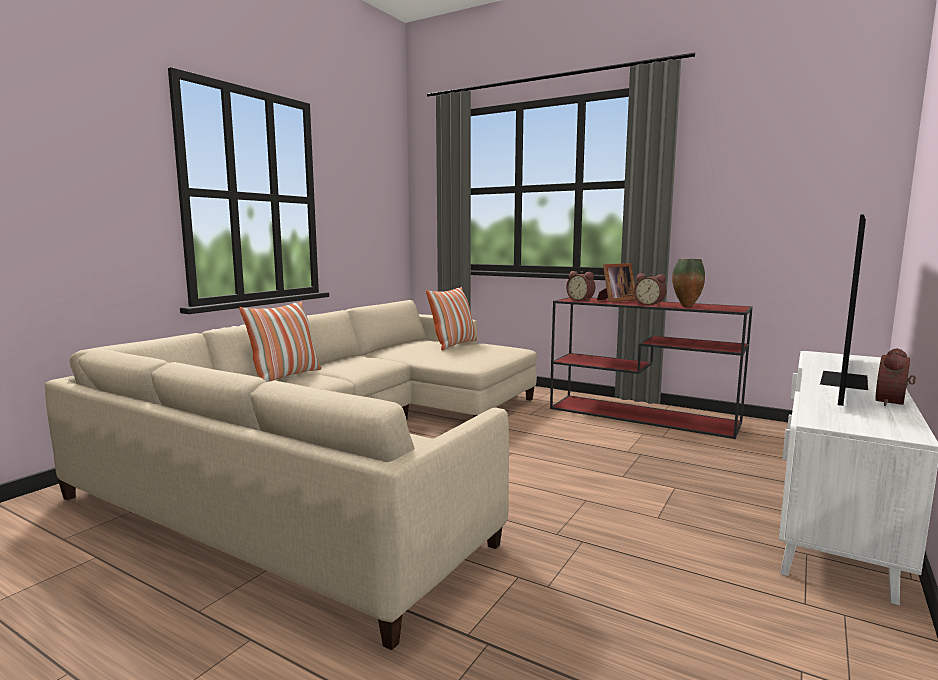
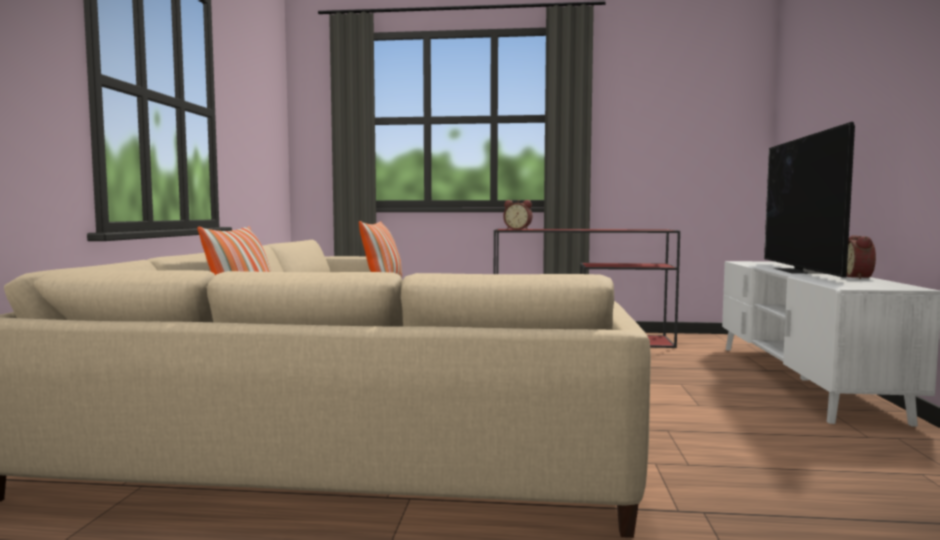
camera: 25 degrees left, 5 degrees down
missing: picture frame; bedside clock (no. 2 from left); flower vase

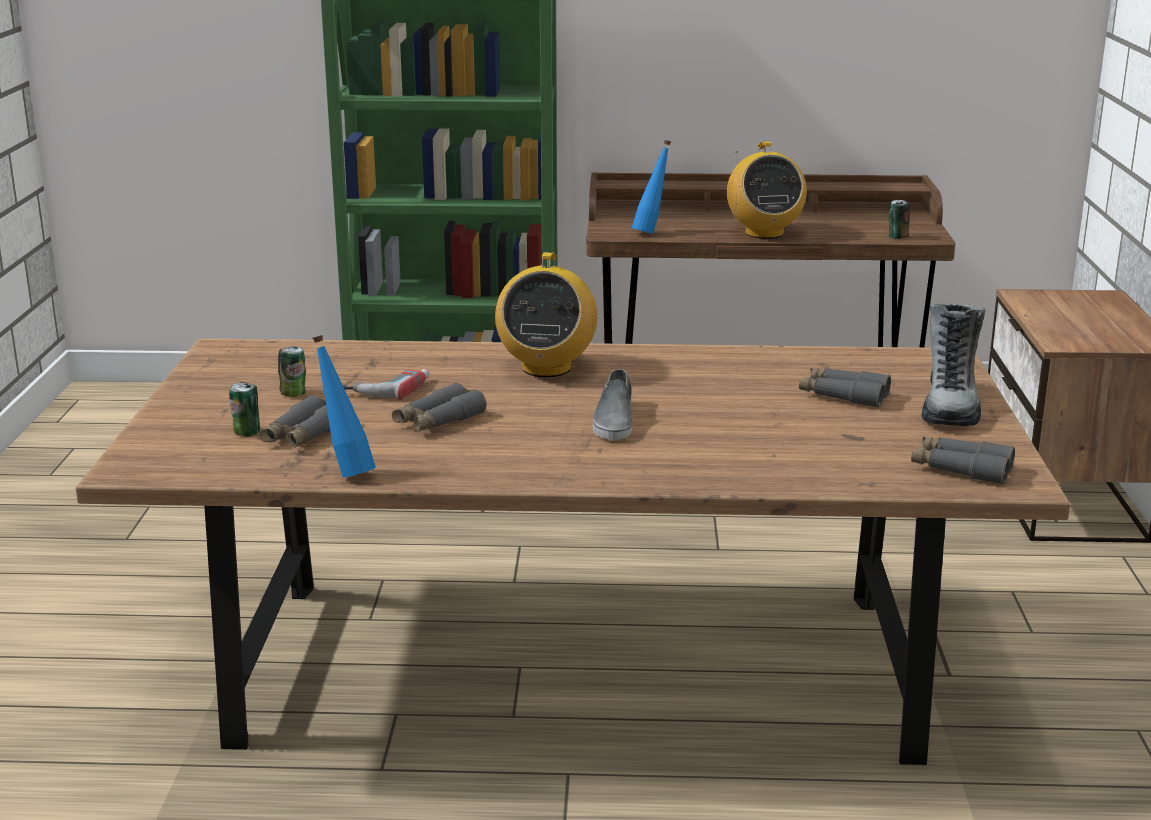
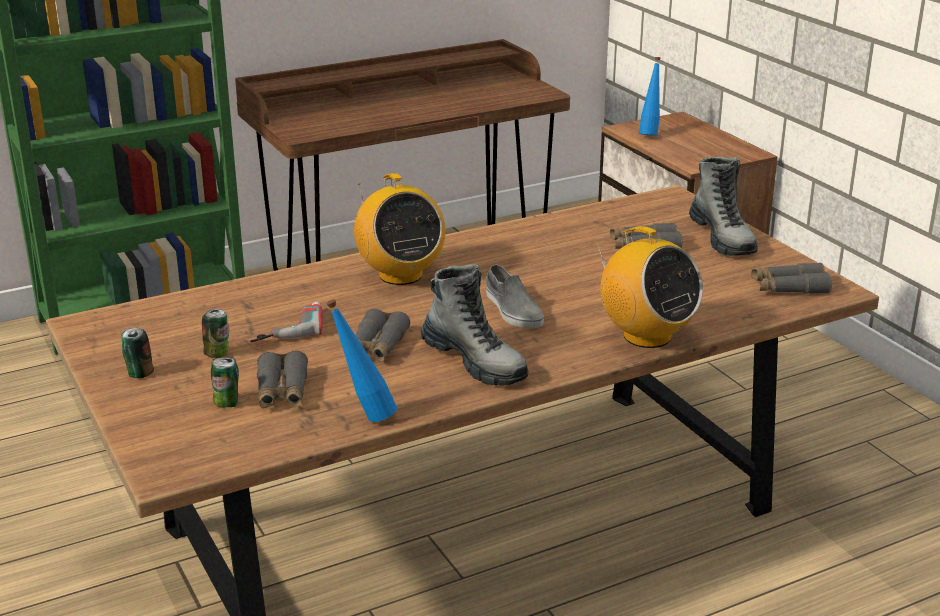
camera: 30 degrees left, 5 degrees up
appeared: boot (no. 1 from left)
relocated: blue-coloured drink bottle (no. 2 from left); radio receiver (no. 2 from left); can (no. 3 from left in the first image) to can (no. 1 from left)

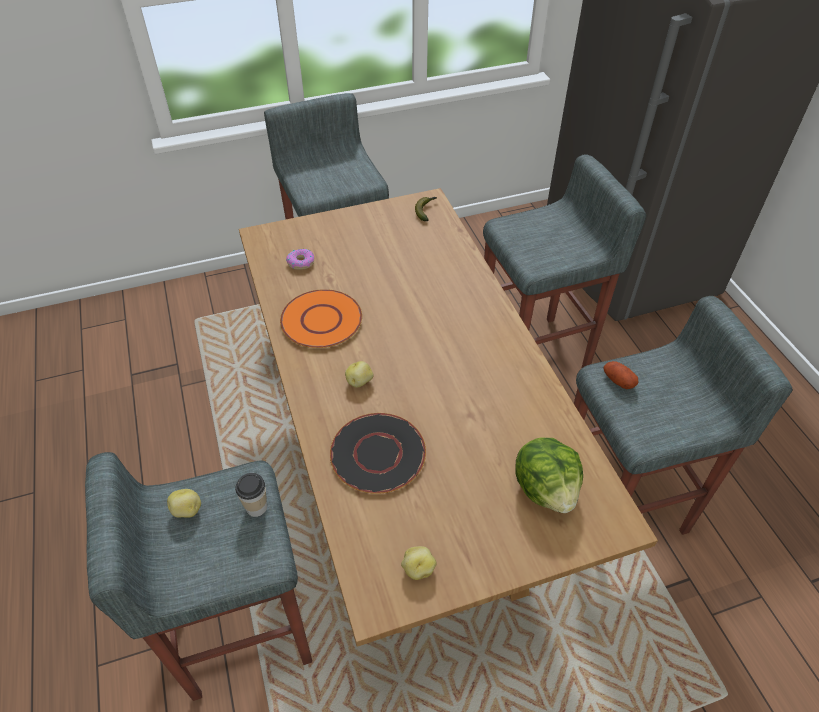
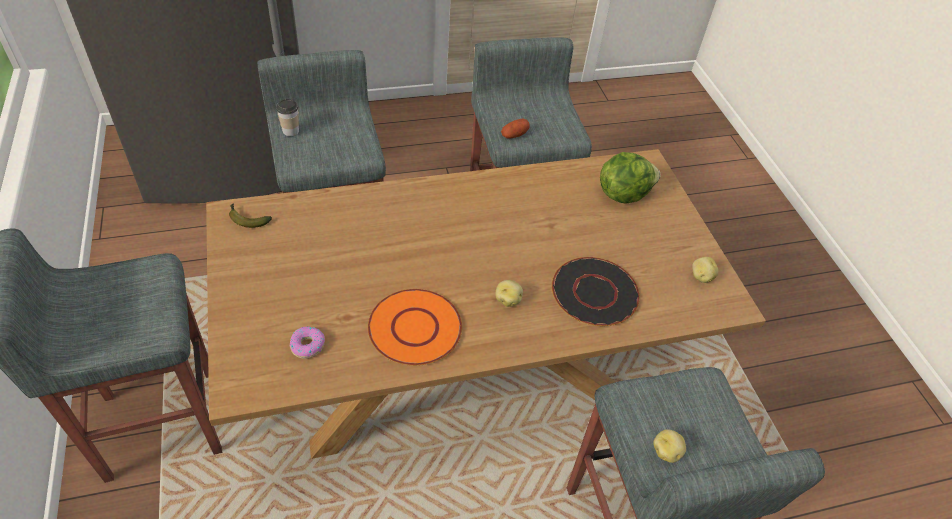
camera: 90 degrees left, 0 degrees up
relocated: cup

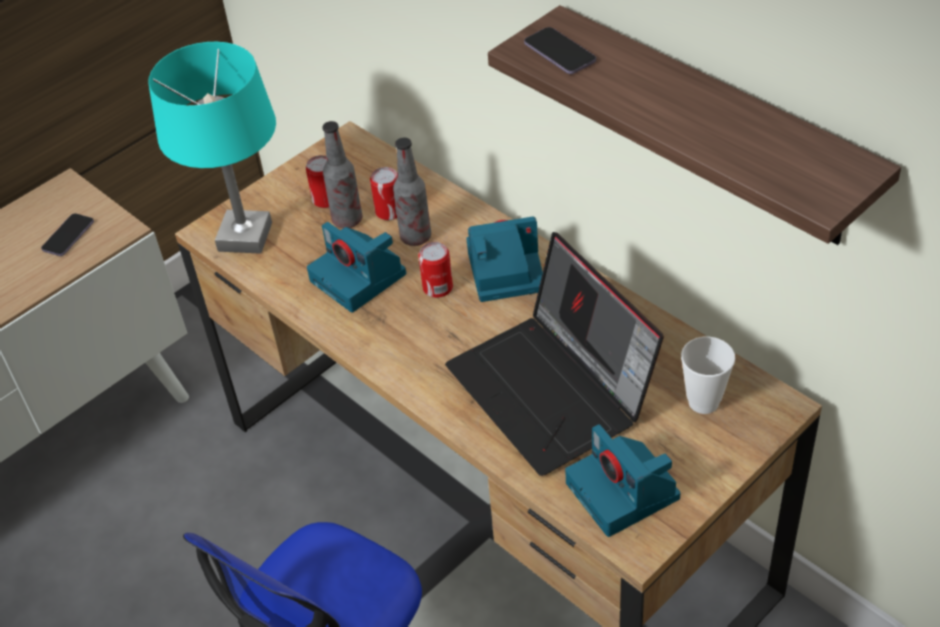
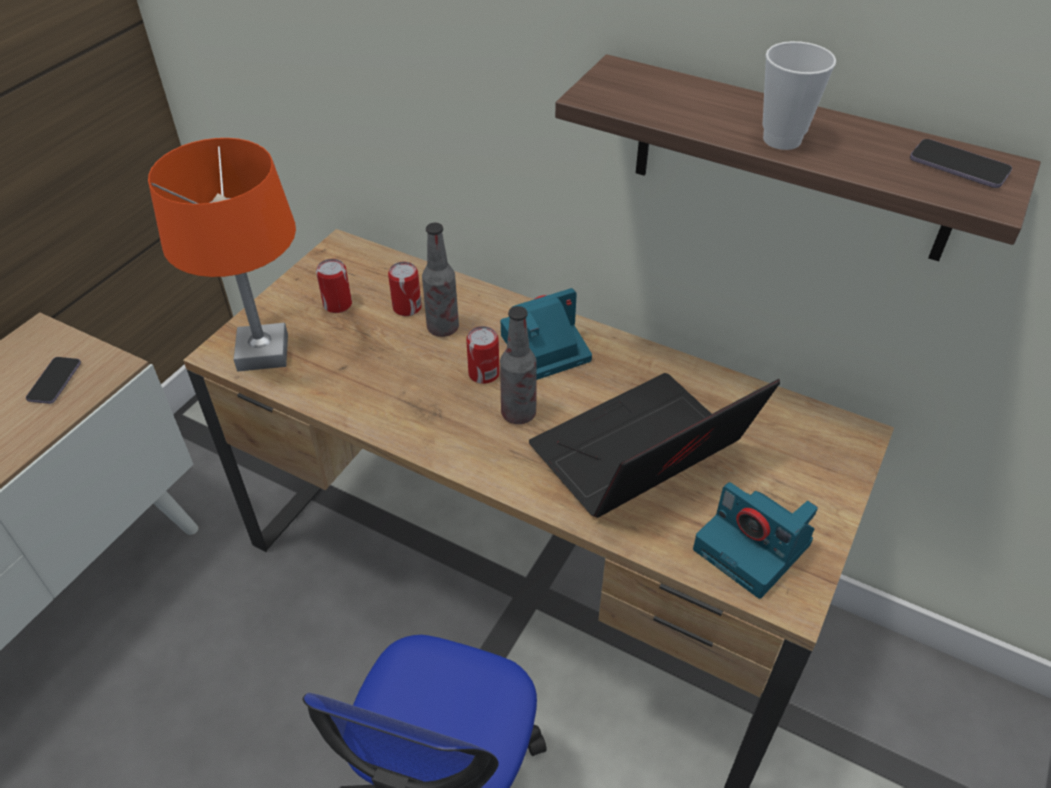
camera: 20 degrees left, 0 degrees up
missing: still camera (no. 1 from left)
relocated: drink bottle (no. 1 from left in the first image) to drink bottle (no. 2 from left); telephone (no. 2 from left); cup
colour: turquoise tabletop lamp to orangey tabletop lamp
spun: laptop 105 degrees clockwise

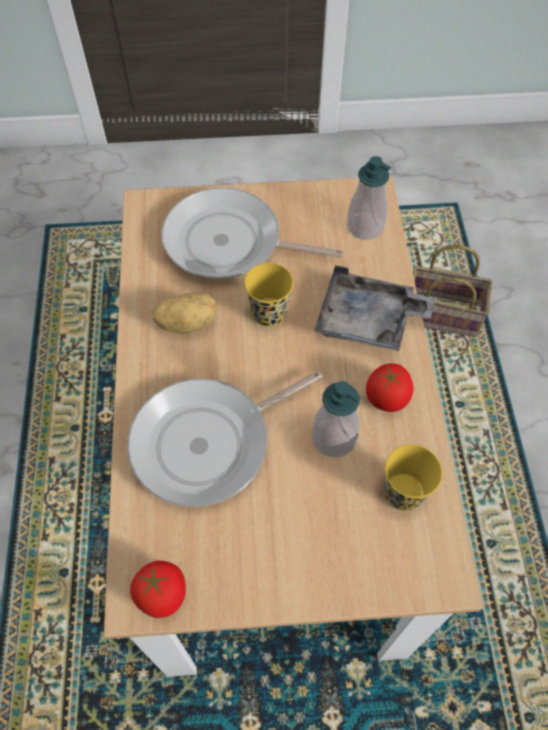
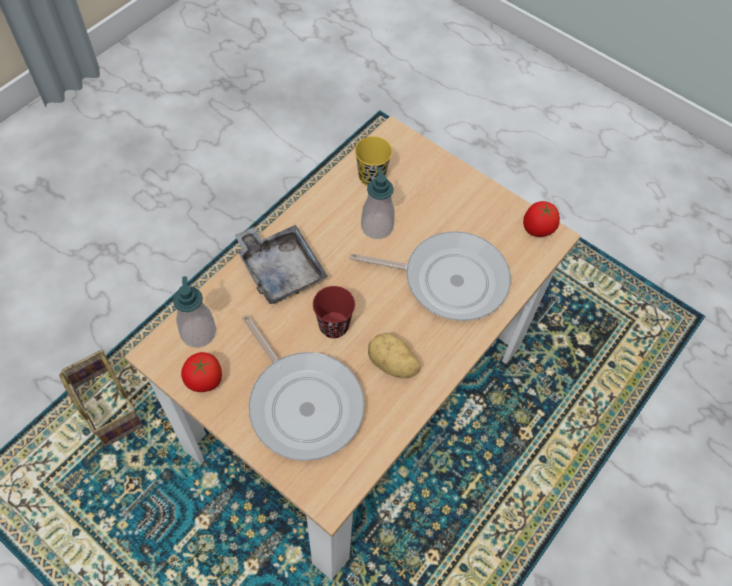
camera: 140 degrees left, 0 degrees up
relocated: fresh tomato (no. 2 from left in the first image) to fresh tomato (no. 1 from left)
colour: yellow cup (no. 1 from left) to red-coloured cup

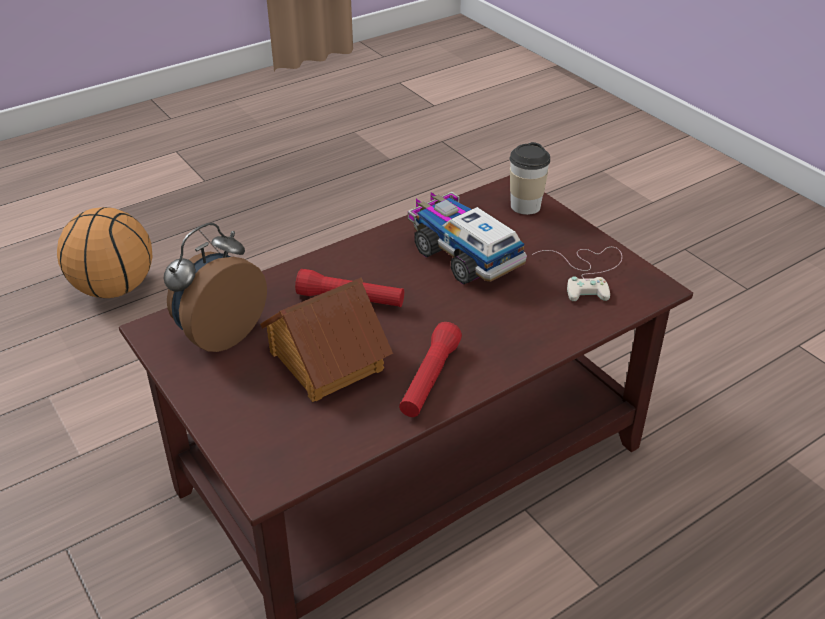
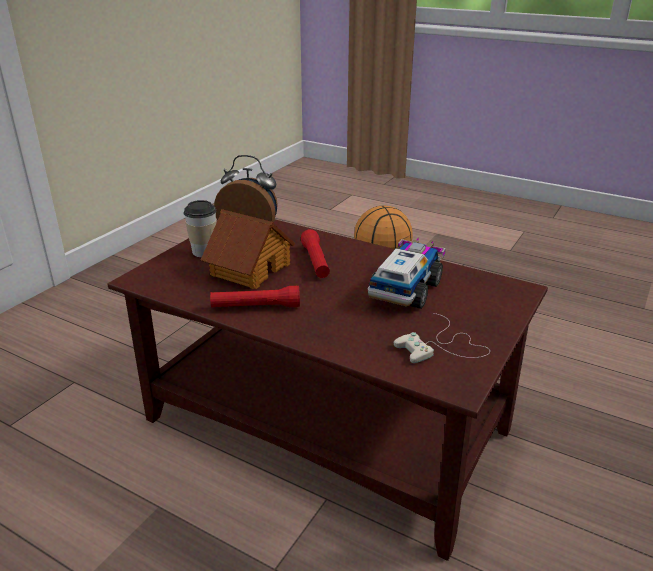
camera: 65 degrees right, 10 degrees down
relocated: cup

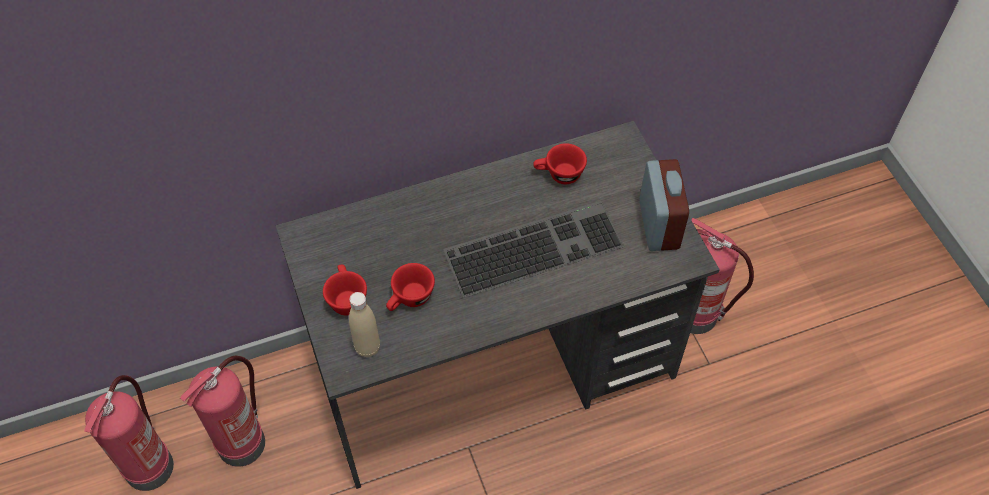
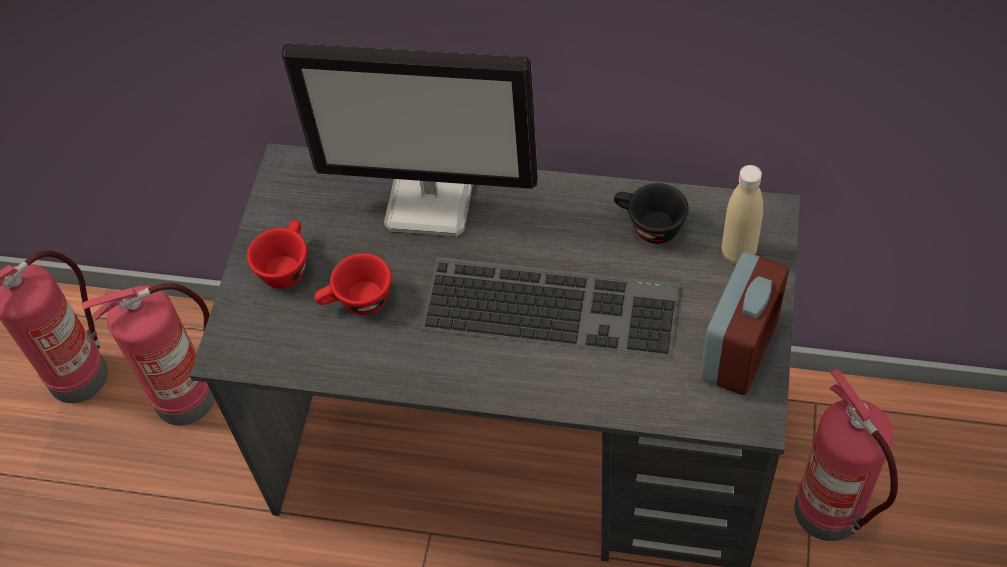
camera: 35 degrees right, 0 degrees up
appeared: computer screen
relocated: beige drink bottle
colour: red-coloured cup (no. 3 from left) to black-coloured cup

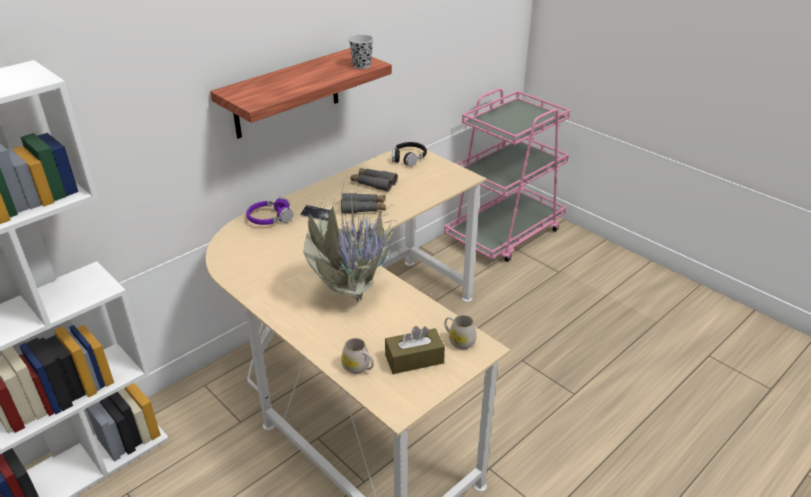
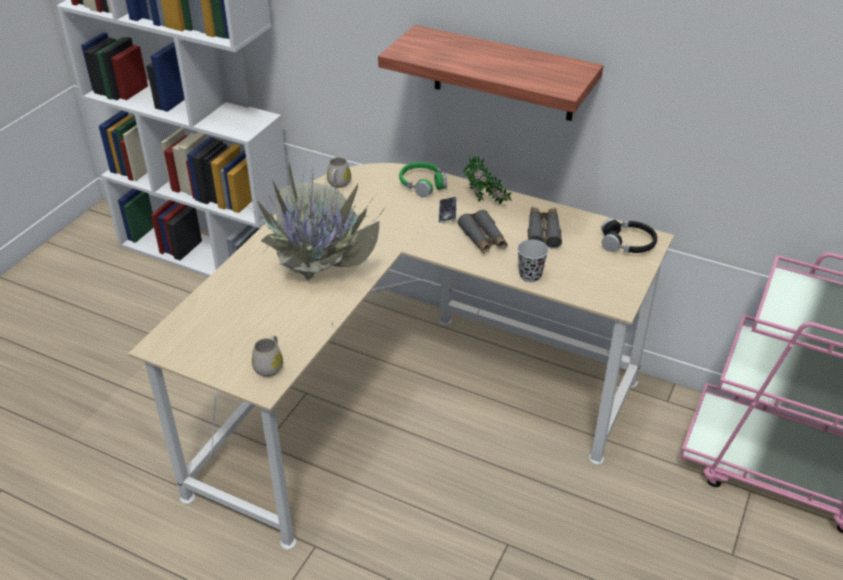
camera: 70 degrees right, 5 degrees up
missing: brown-coloured tissue holder
appeared: potted plant (no. 2 from left)
relocated: white tea mug (no. 1 from left in the first image) to white tea mug (no. 2 from left); black-coloured cup
colour: purple-coloured pair of headphones to green pair of headphones

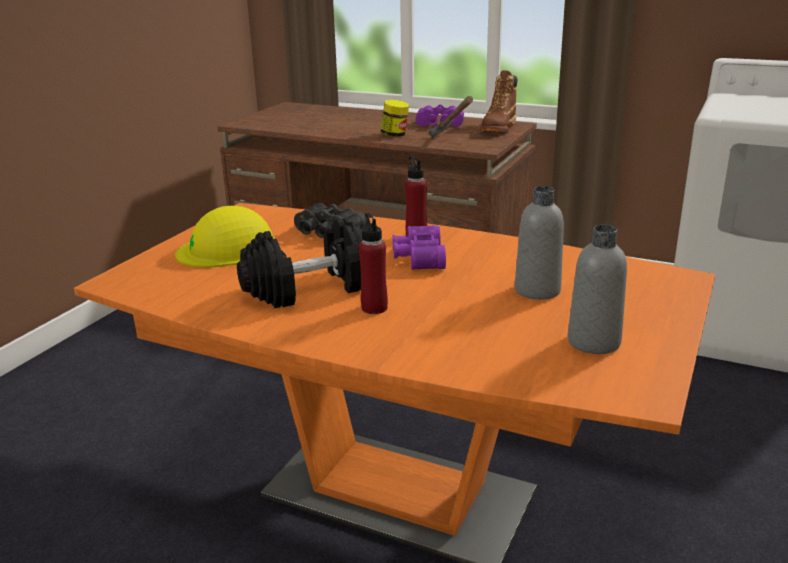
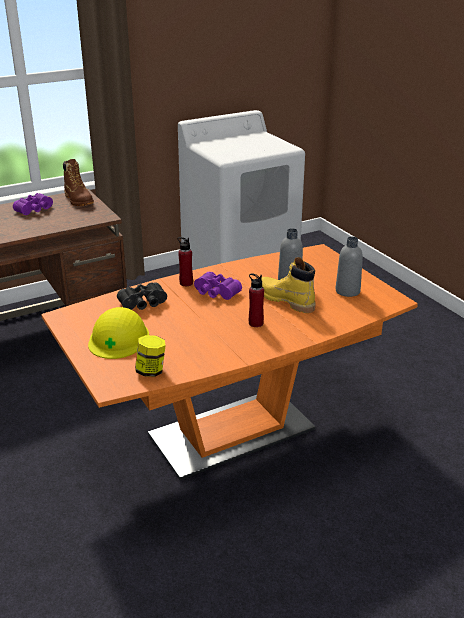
camera: 55 degrees left, 5 degrees up
missing: black-coloured dumbbell; hand hammer
appeared: yellow boot
relocated: jar

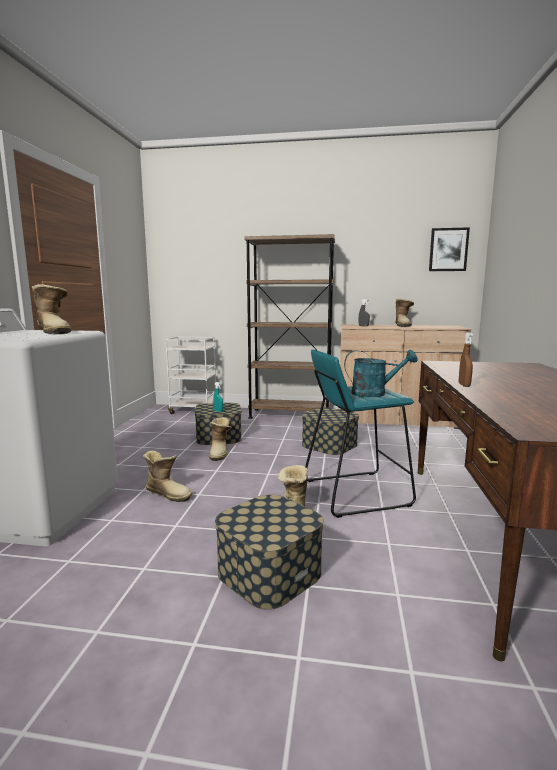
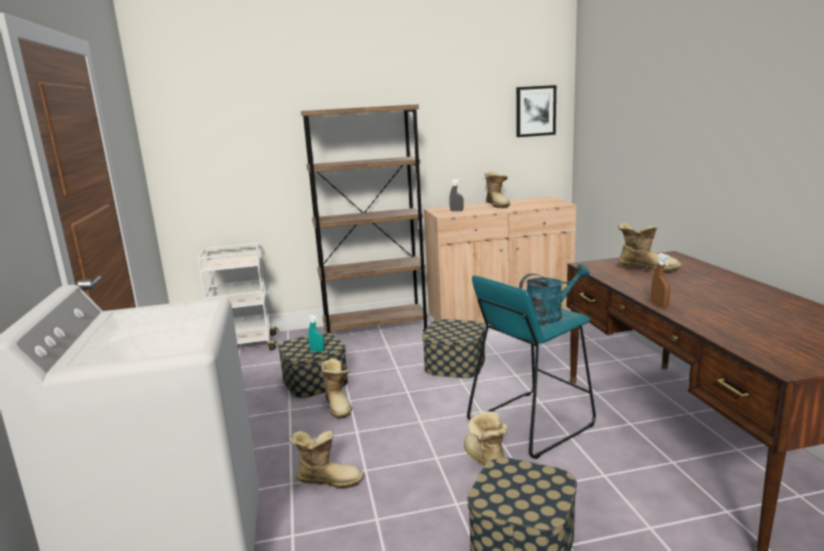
camera: 20 degrees left, 5 degrees up
relocated: boot (no. 1 from left in the first image) to boot (no. 5 from left)

